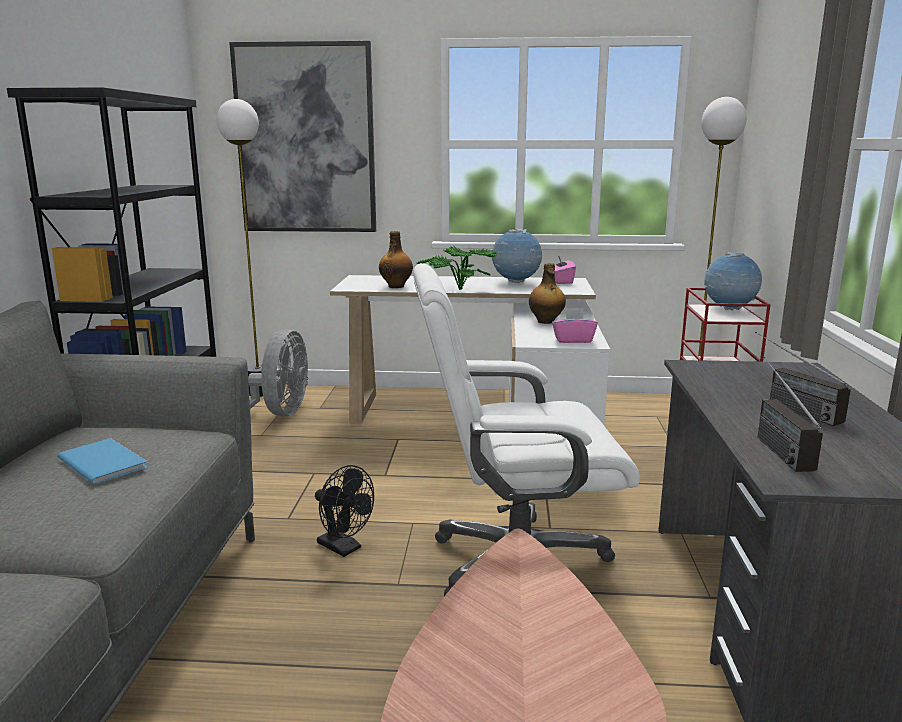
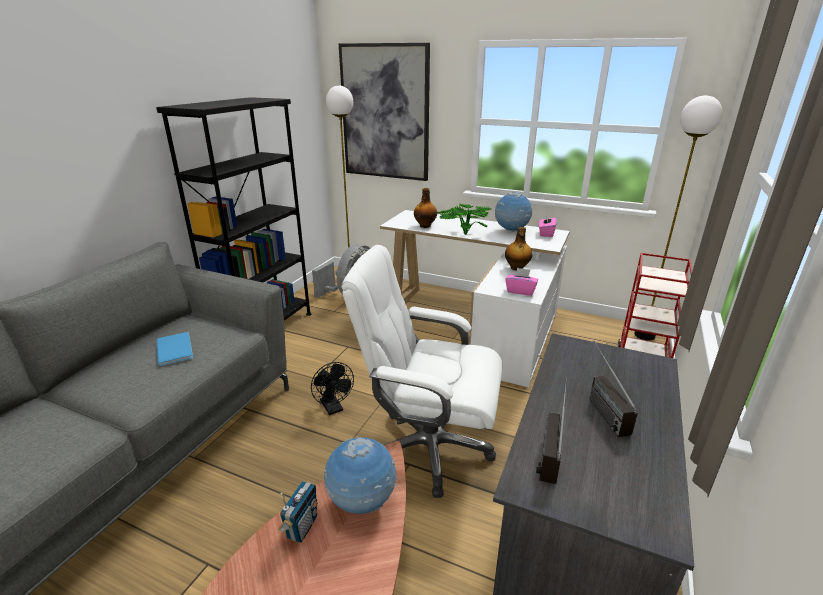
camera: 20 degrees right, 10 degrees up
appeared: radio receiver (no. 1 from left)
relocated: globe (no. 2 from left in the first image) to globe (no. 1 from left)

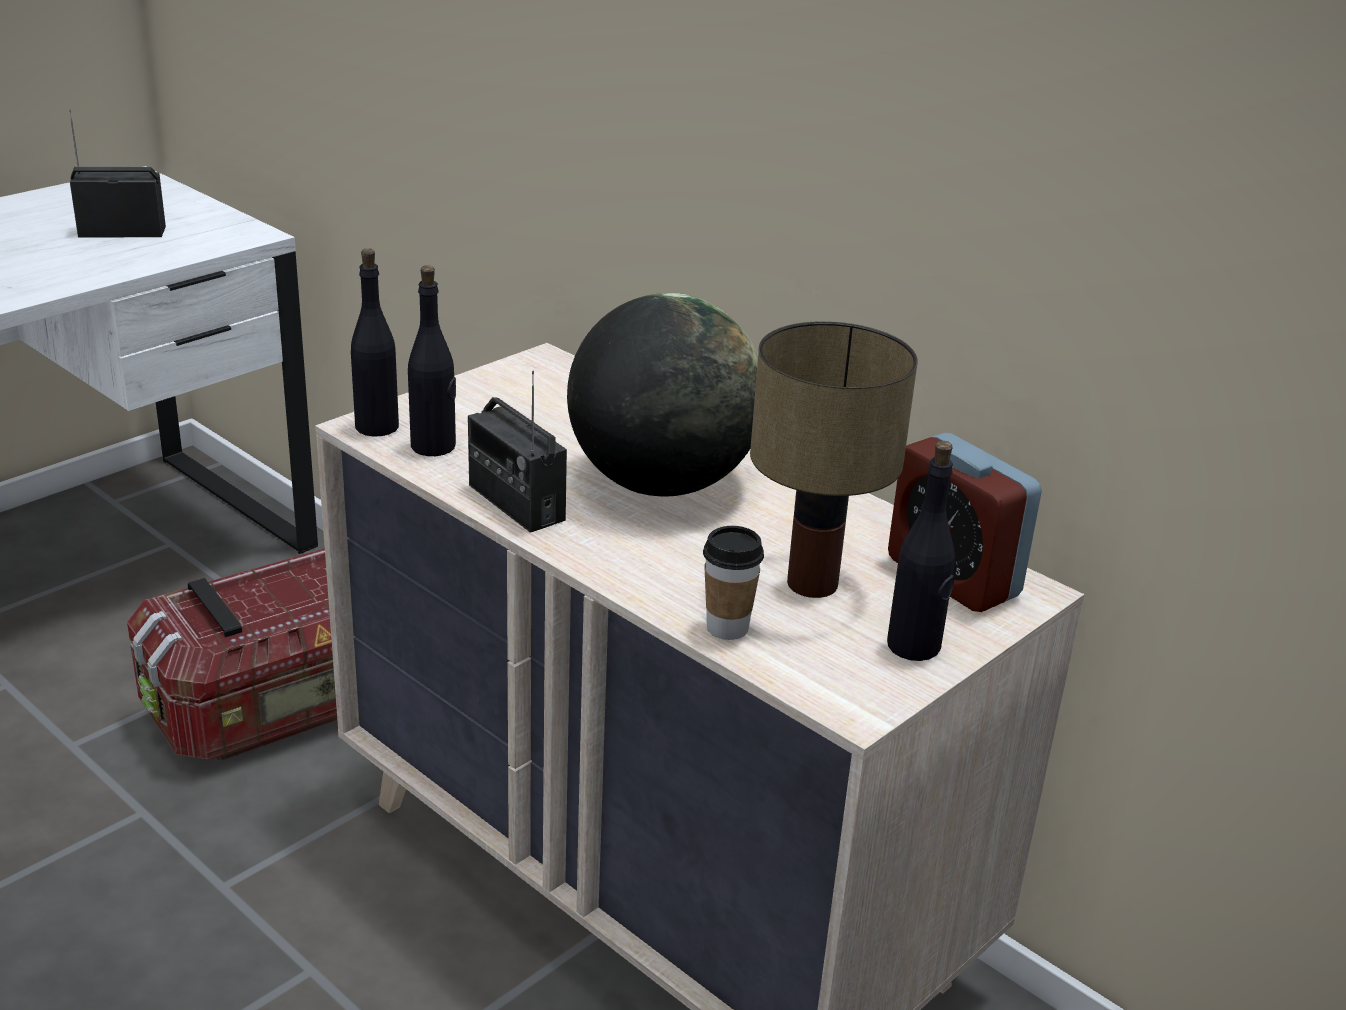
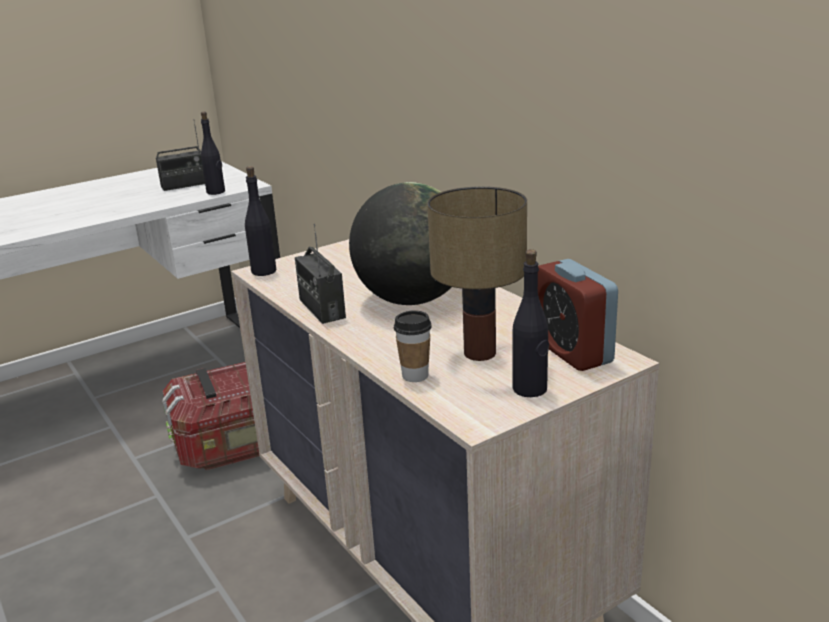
camera: 15 degrees right, 5 degrees down
relocated: black-coloured drink bottle (no. 2 from left in the first image) to black-coloured drink bottle (no. 1 from left)
spun: radio receiver (no. 1 from left) 150 degrees clockwise

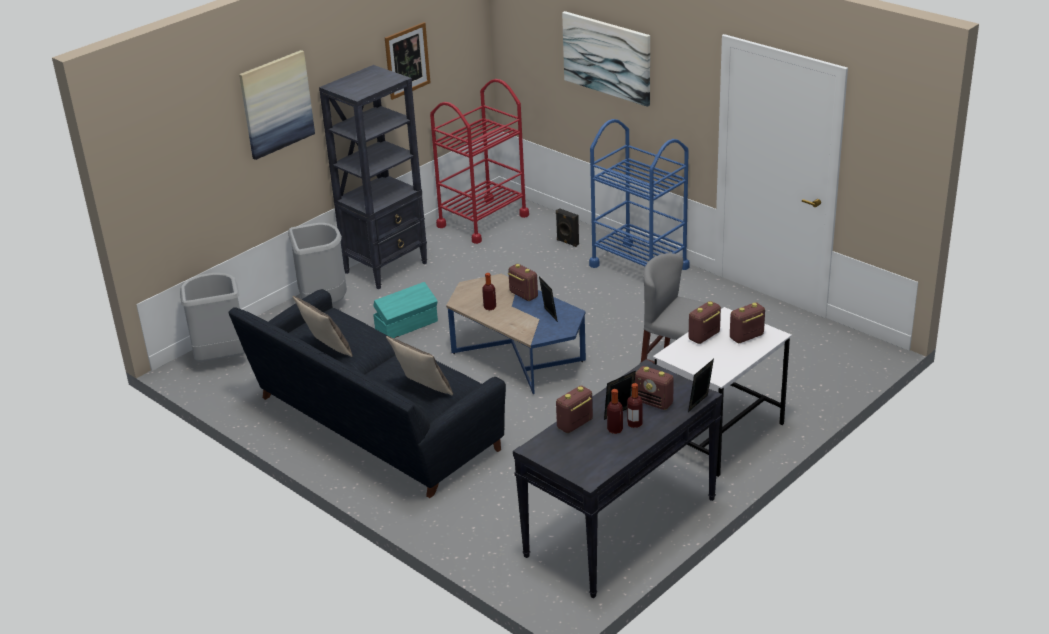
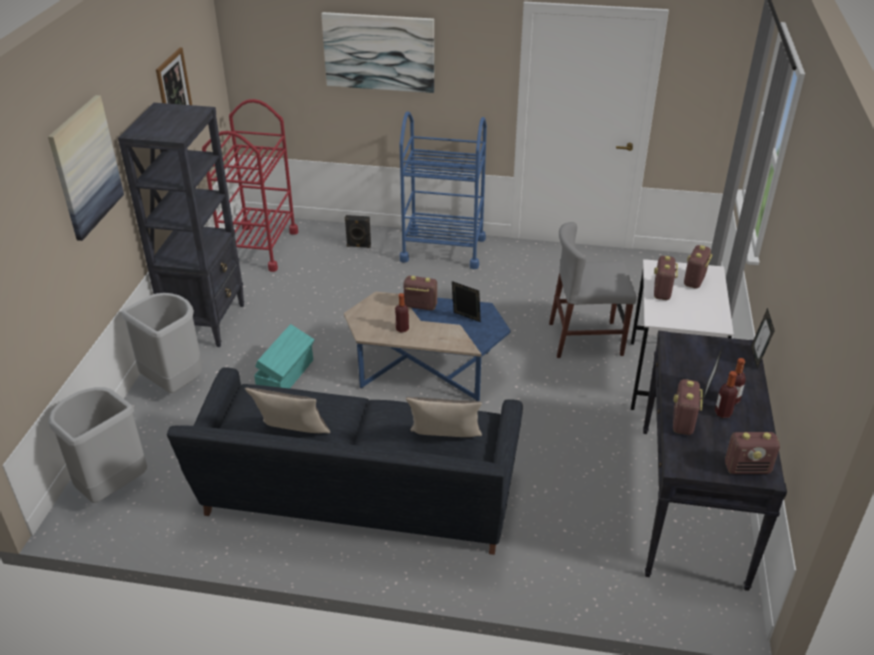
camera: 35 degrees left, 5 degrees up
relocated: radio receiver (no. 3 from left in the first image) to radio receiver (no. 5 from left)

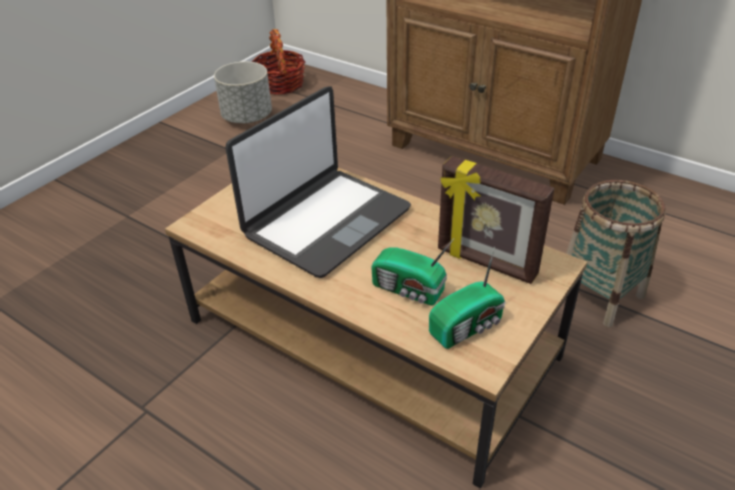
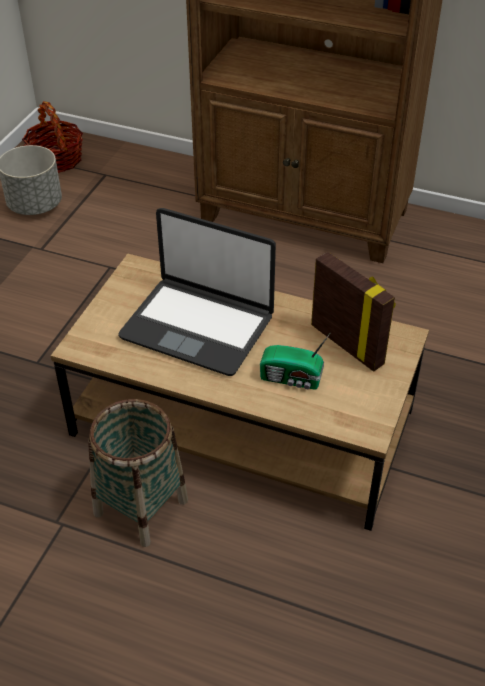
camera: 15 degrees left, 5 degrees up
missing: radio receiver (no. 2 from left)
relocated: basket (no. 2 from left)
spun: laptop 90 degrees clockwise; picture frame 150 degrees counterclockwise

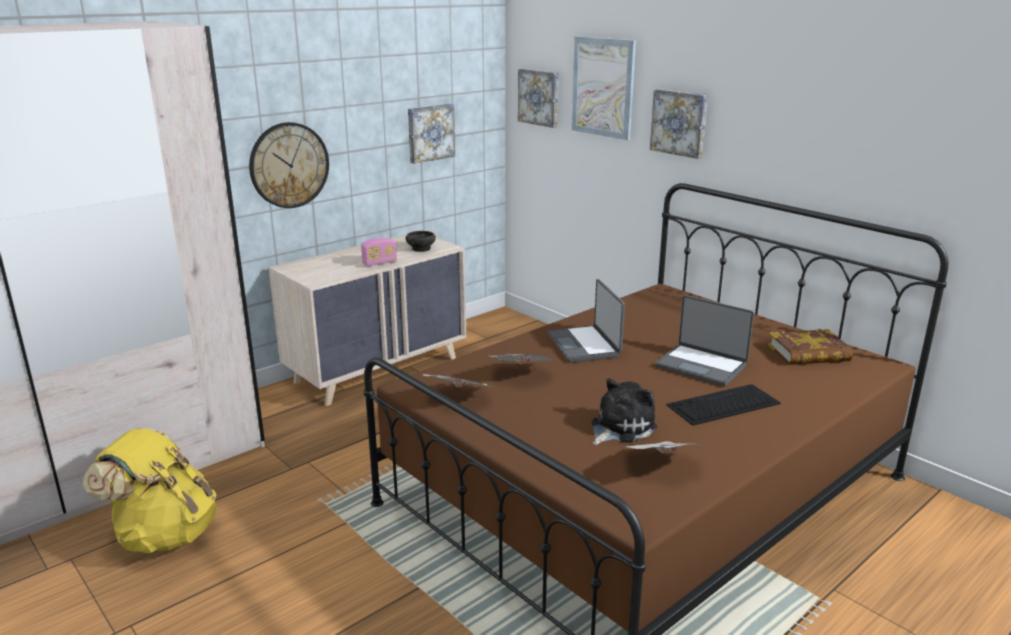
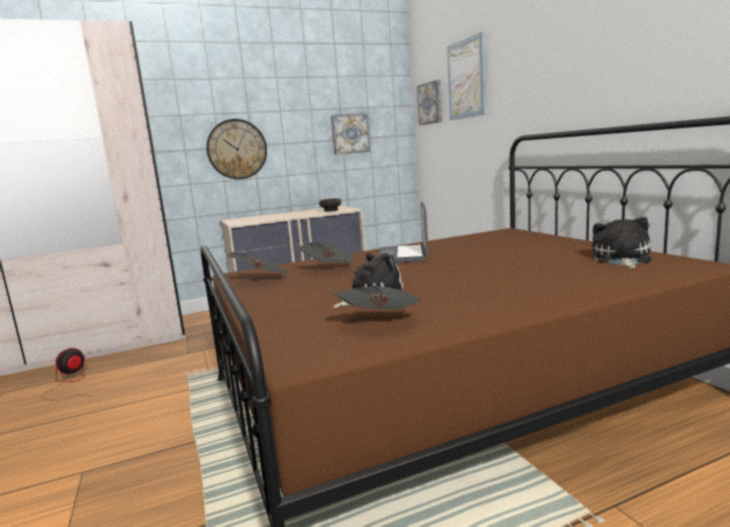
camera: 20 degrees right, 10 degrees down
missing: radio receiver; picture (no. 4 from left); laptop (no. 2 from left); computer keyboard
exchanged: yellow rucksack to electric fan; book to plush toy (no. 2 from left)

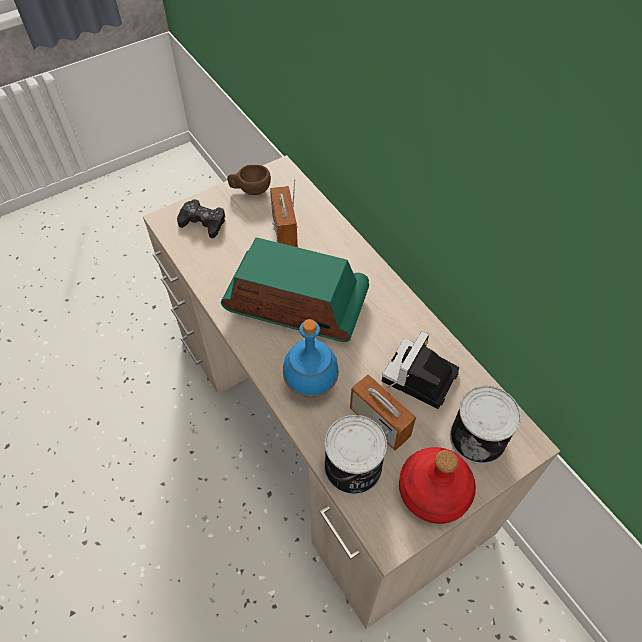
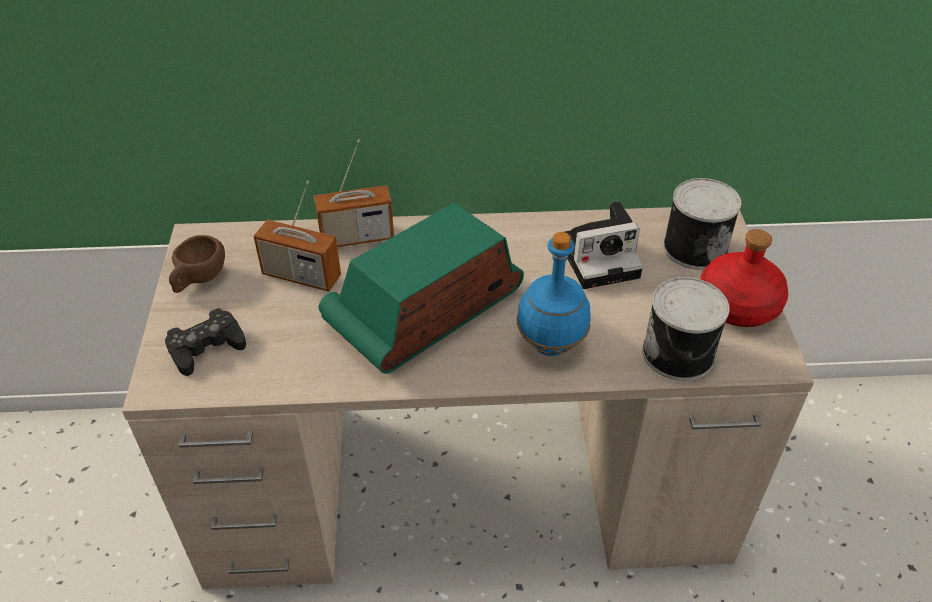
camera: 60 degrees left, 10 degrees down
relocated: radio receiver (no. 3 from left in the first image) to radio receiver (no. 2 from left)
spun: still camera 75 degrees counterclockwise

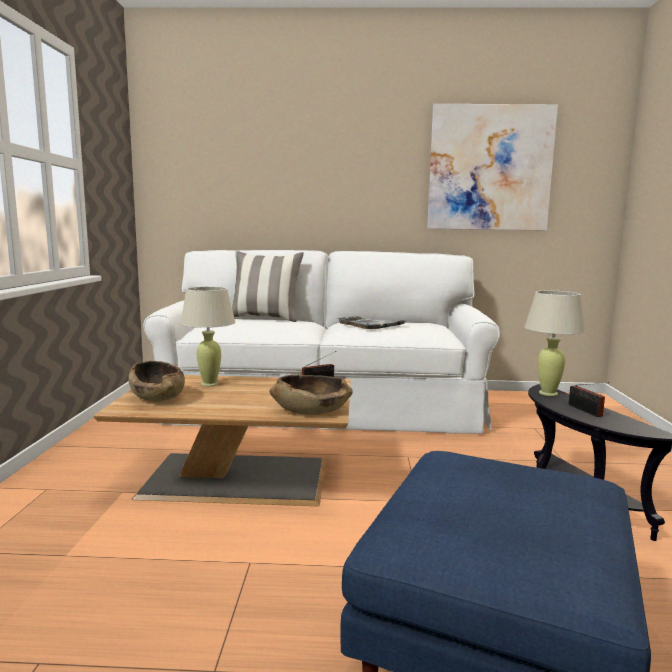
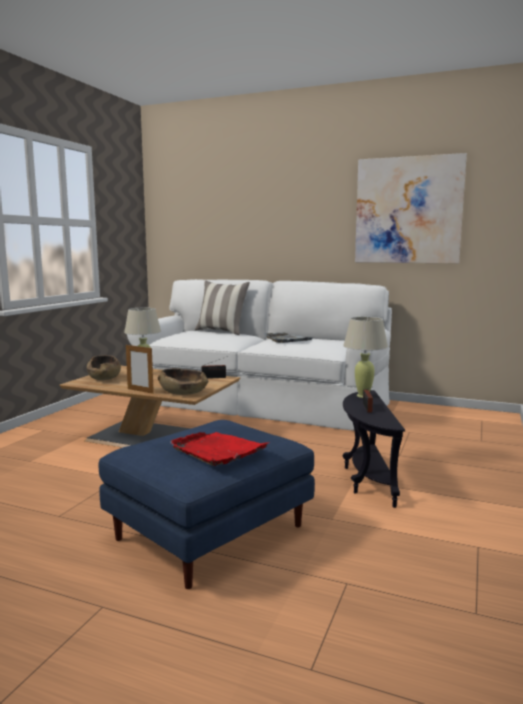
camera: 20 degrees right, 0 degrees up
appeared: picture frame; red-coloured carrying tray

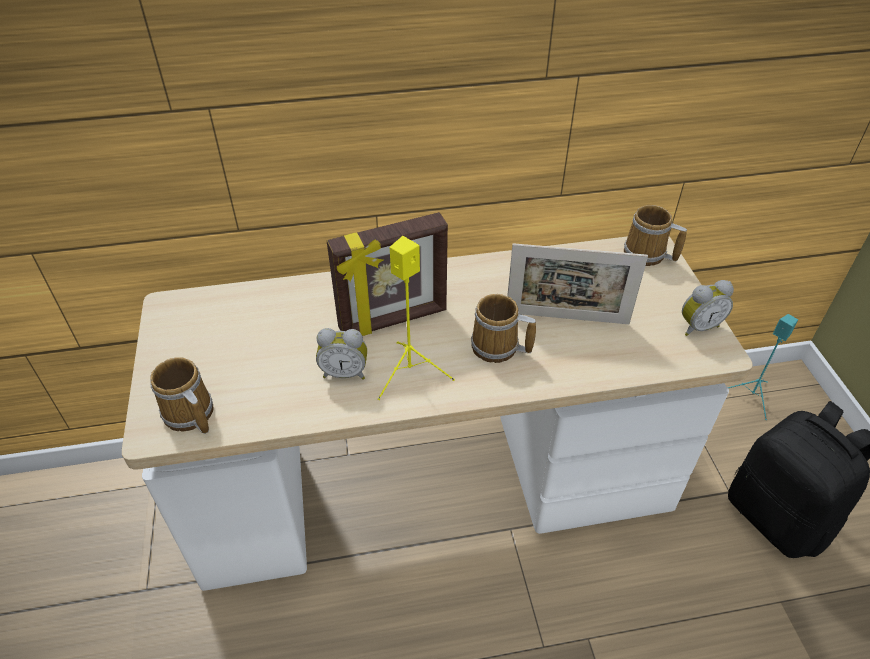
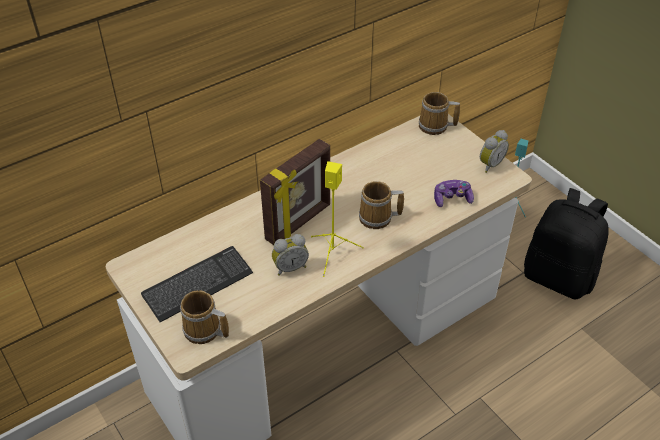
camera: 25 degrees left, 0 degrees up
missing: picture frame (no. 2 from left)
appeared: computer keyboard; game controller

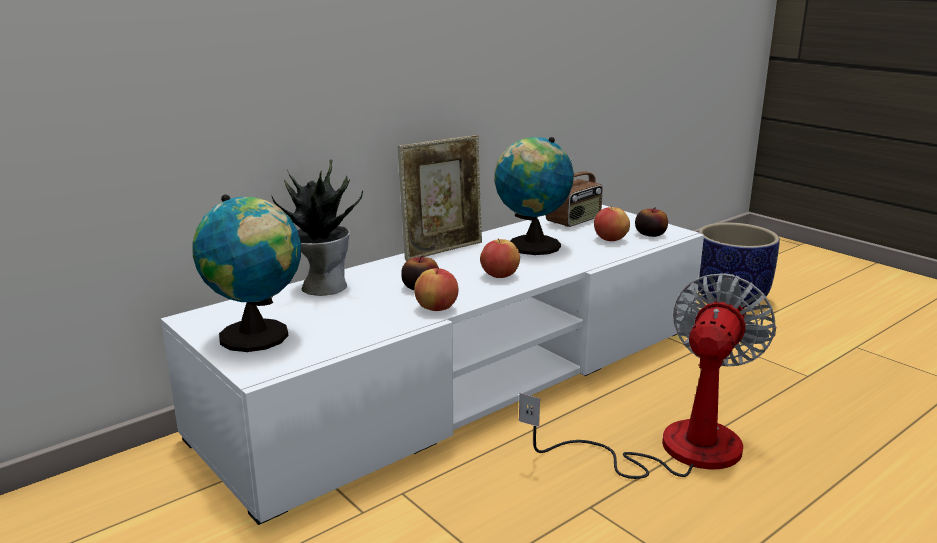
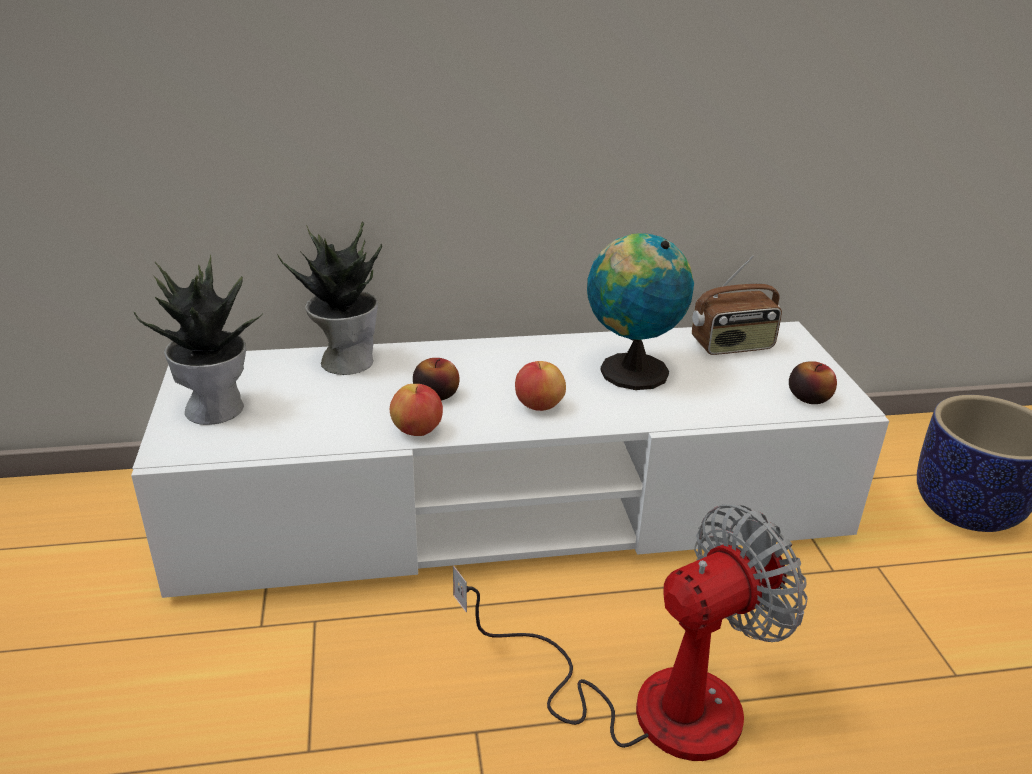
camera: 30 degrees right, 10 degrees up
missing: picture frame; whole apple (no. 4 from left)
exchanged: globe (no. 1 from left) to potted plant (no. 1 from left)

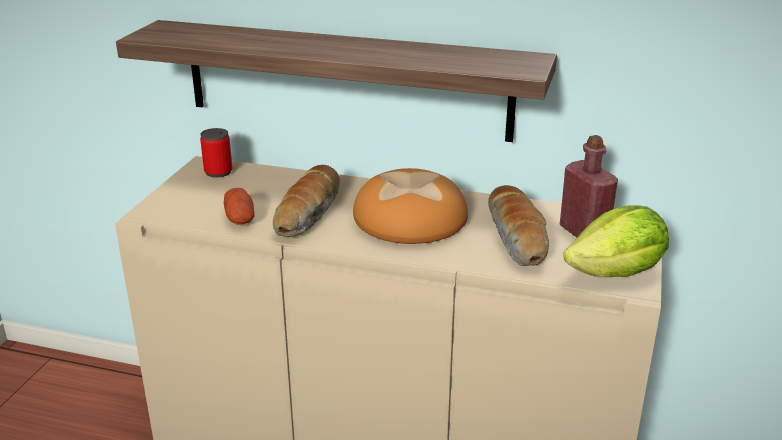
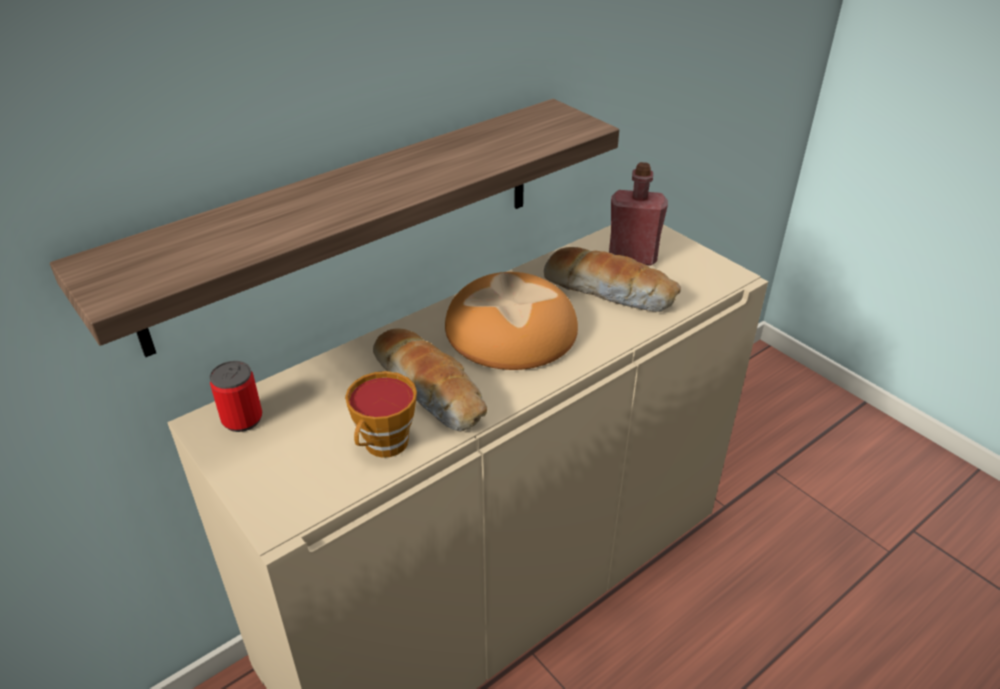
camera: 55 degrees left, 10 degrees up
missing: head of lettuce
exchanged: whole potato to cup

